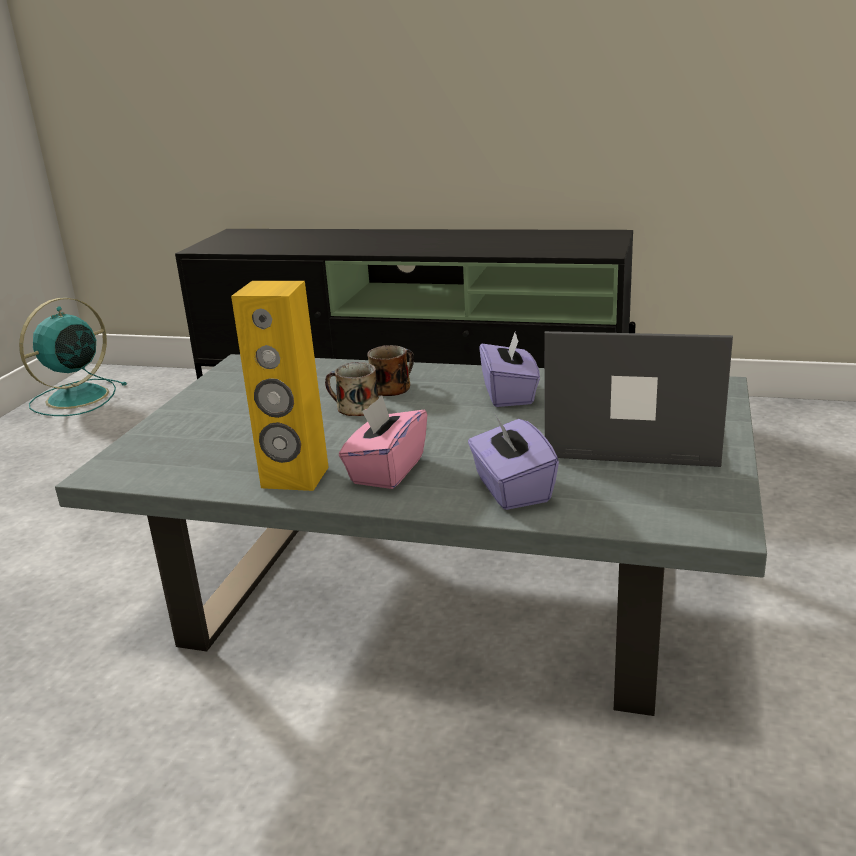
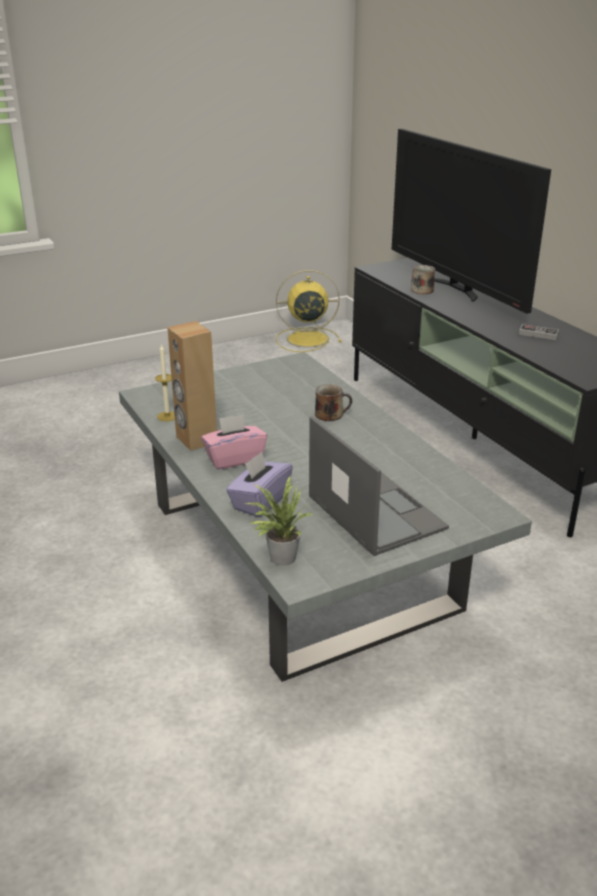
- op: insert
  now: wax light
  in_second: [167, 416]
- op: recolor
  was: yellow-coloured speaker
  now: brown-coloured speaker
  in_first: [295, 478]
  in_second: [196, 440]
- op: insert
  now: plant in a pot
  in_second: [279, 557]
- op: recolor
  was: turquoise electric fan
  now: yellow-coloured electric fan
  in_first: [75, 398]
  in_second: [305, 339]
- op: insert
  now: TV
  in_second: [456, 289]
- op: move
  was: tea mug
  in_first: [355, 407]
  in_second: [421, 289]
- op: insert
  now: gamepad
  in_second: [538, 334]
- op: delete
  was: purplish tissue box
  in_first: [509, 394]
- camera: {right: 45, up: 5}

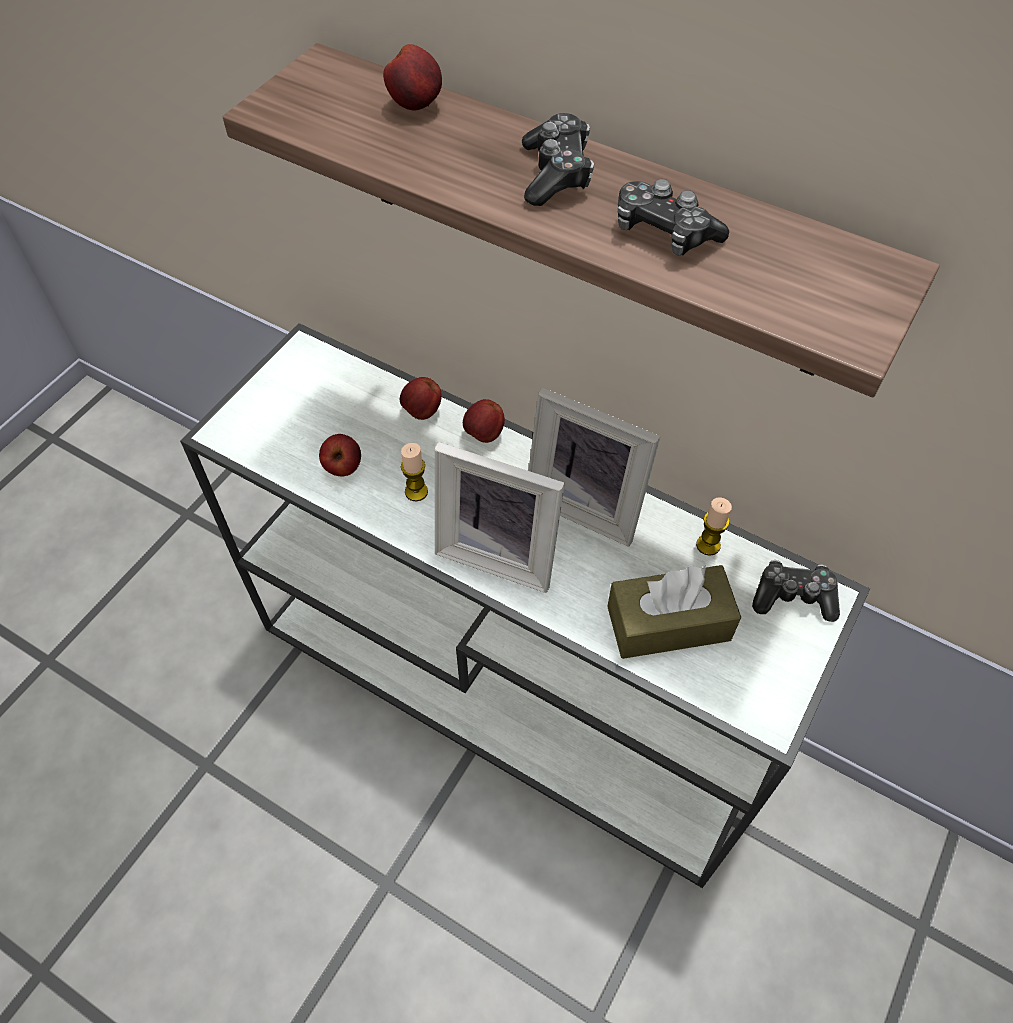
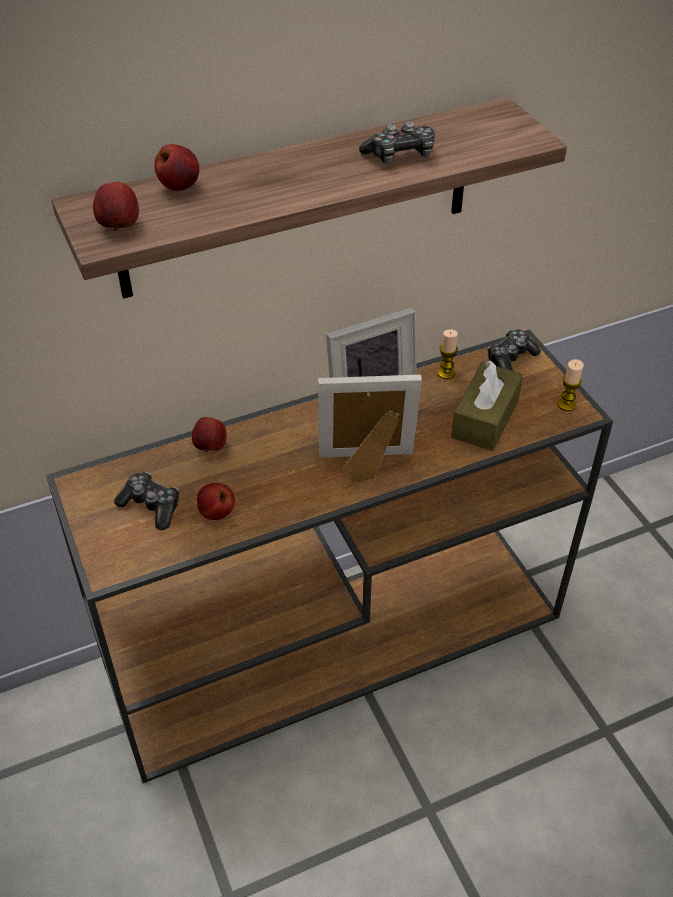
- op: recolor
  was: whitish narrow table
  now: brown-coloured narrow table
  in_first: [511, 689]
  in_second: [340, 639]
- op: move
  was: whole apple
  in_first: [484, 434]
  in_second: [119, 226]
- op: move
  was: gamepad
  in_first: [556, 173]
  in_second: [151, 506]
- op: rotate
  was: standing frame
  in_first: [500, 552]
  in_second: [367, 466]
  clockwise: -150
- op: move
  was: wax light
  in_first: [416, 492]
  in_second: [566, 405]
- camera: {right: -55, up: -10}

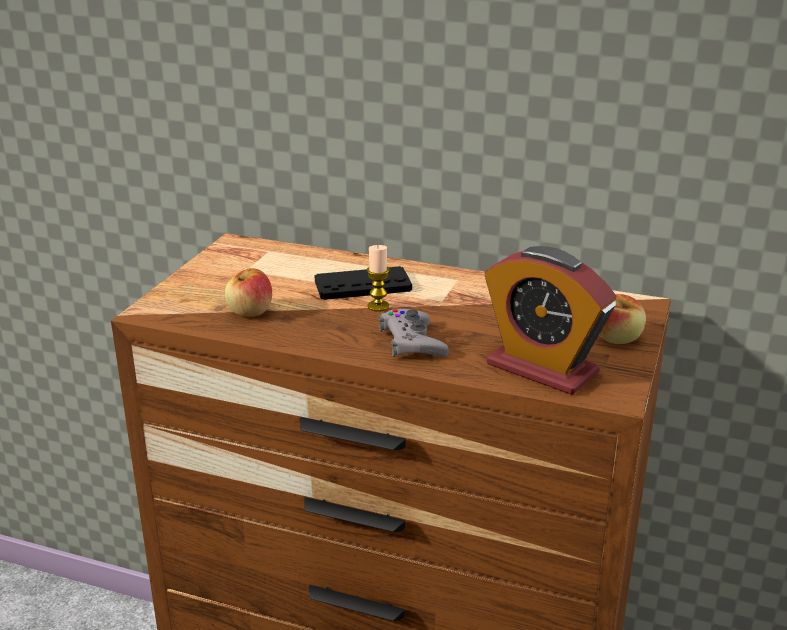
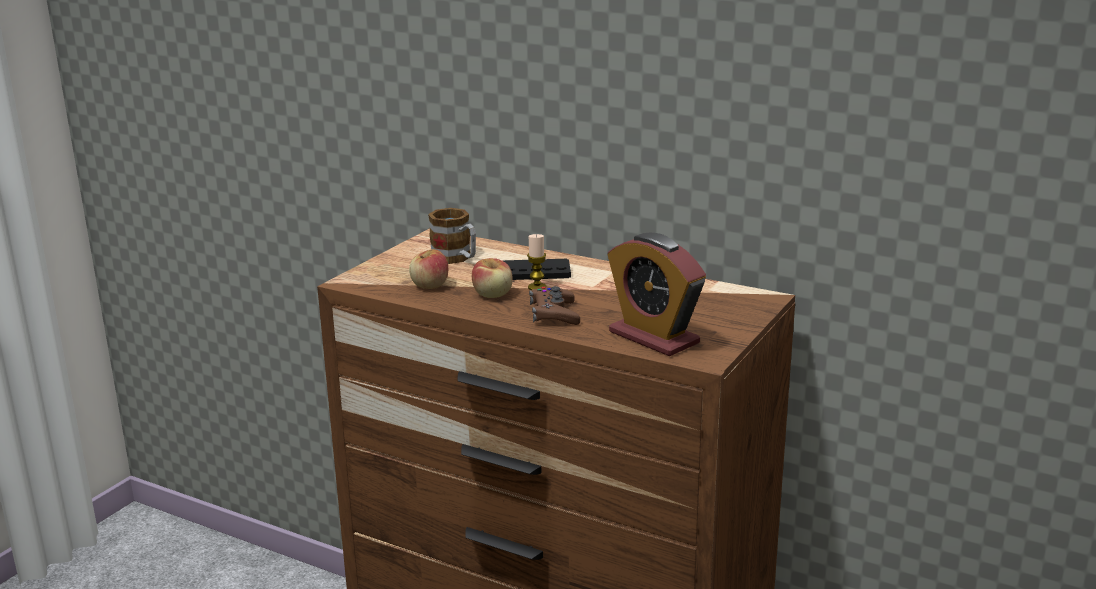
- op: insert
  now: tea mug
  in_second: [456, 259]
- op: move
  was: whole apple
  in_first: [617, 338]
  in_second: [493, 294]
- op: recolor
  was: grey gamepad
  now: brown-coloured gamepad
  in_first: [412, 342]
  in_second: [554, 314]
- camera: {right: 10, up: -5}

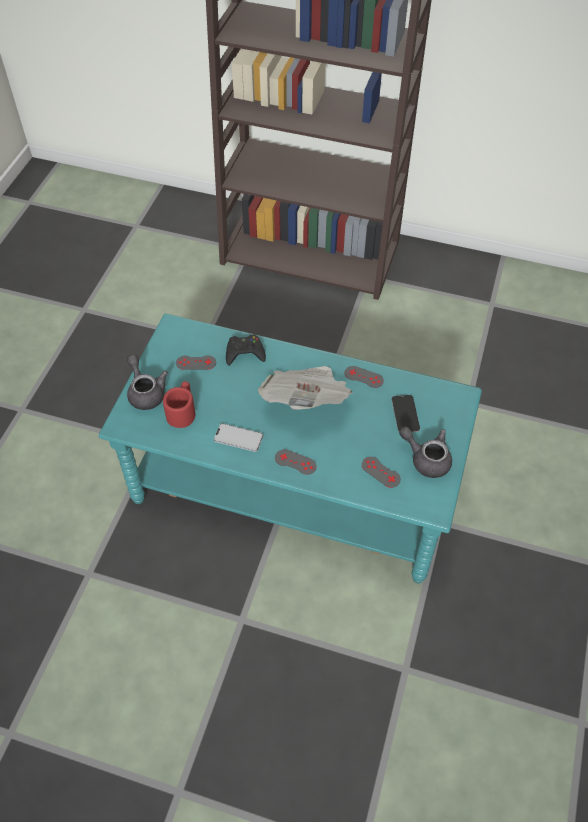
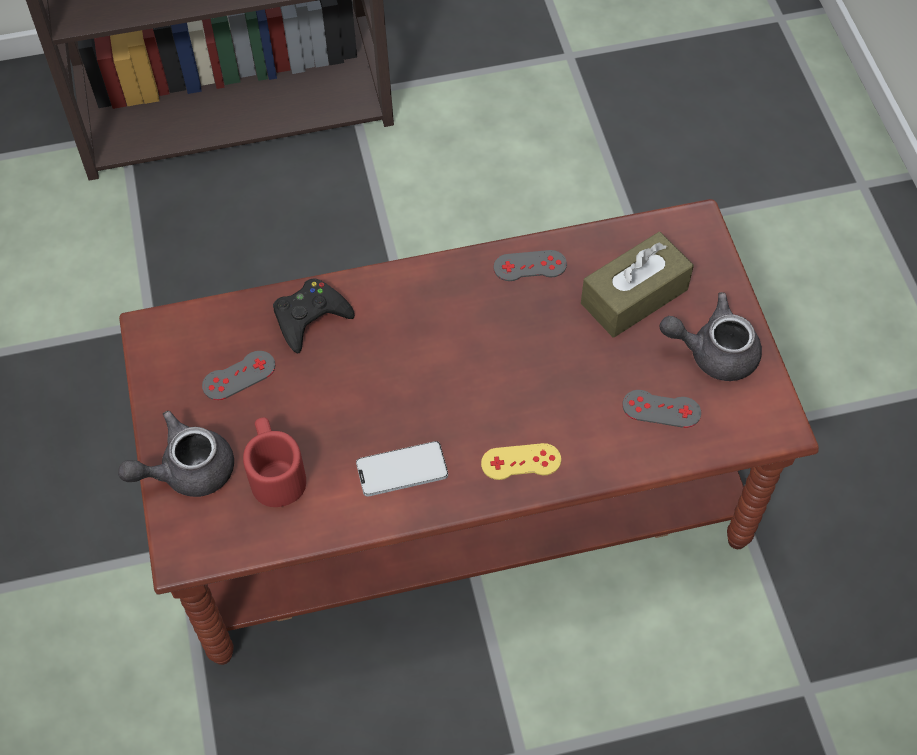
- op: rotate
  was: grey tea pot
  in_first: [145, 392]
  in_second: [186, 470]
  clockwise: -60
- op: recolor
  was: turquoise lounge table
  now: brown-coloured lounge table
  in_first: [292, 485]
  in_second: [457, 495]
- op: recolor
  was: grey gamepad
  now: yellow-coloured gamepad
  in_first: [295, 462]
  in_second: [521, 462]
- op: replace
  was: phone
  now: brown-coloured tissue box
  in_first: [405, 414]
  in_second: [634, 296]
- op: delete
  was: newspaper
  in_first: [306, 401]
- camera: {right: -30, up: 5}

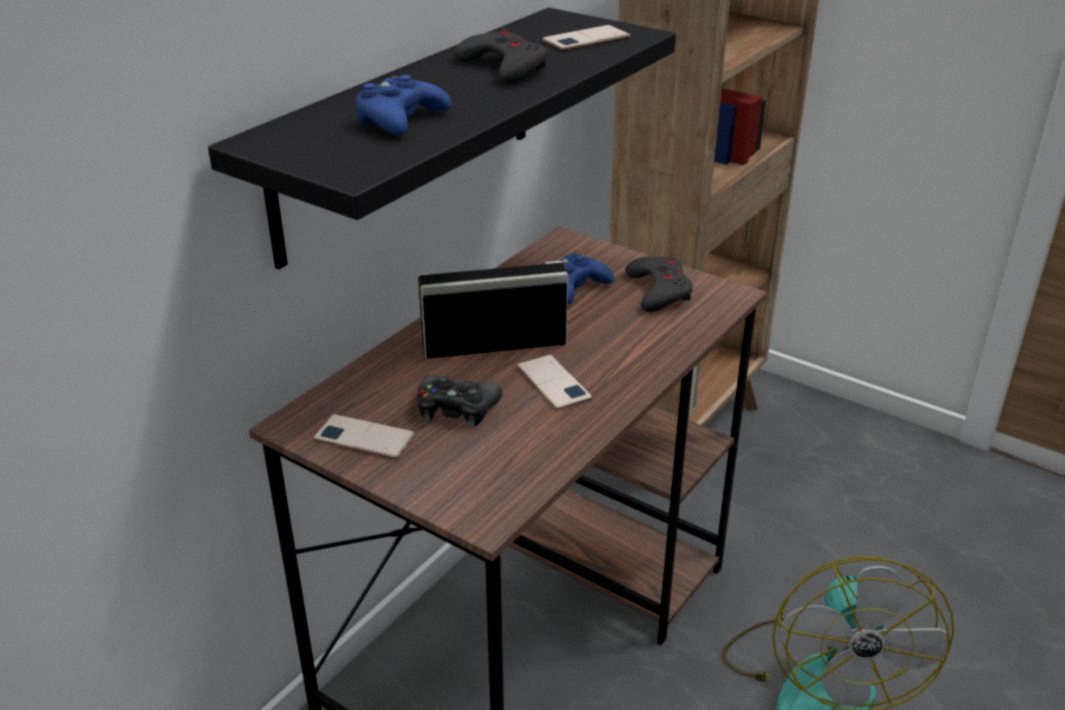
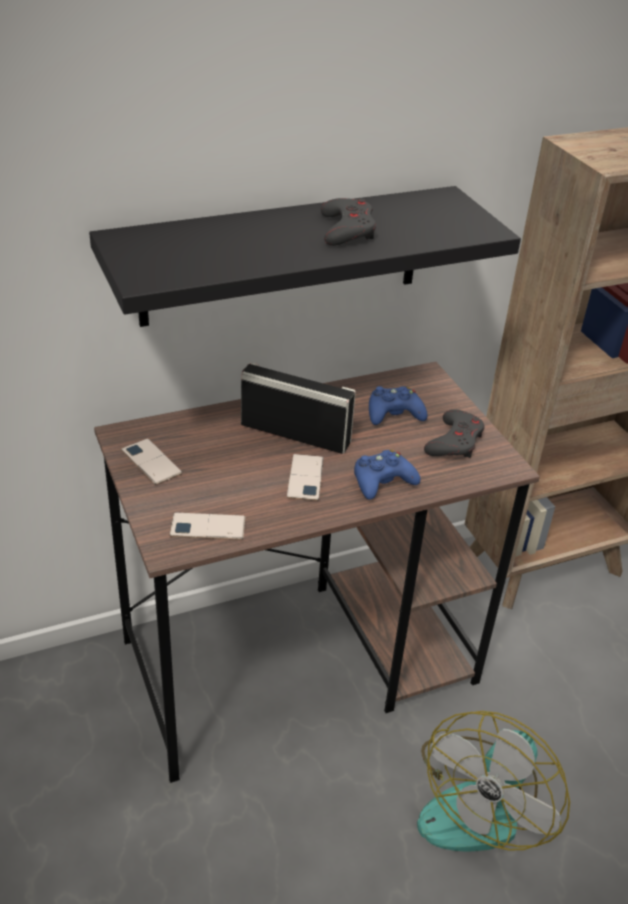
- op: move
  was: phone
  in_first: [586, 39]
  in_second: [208, 527]
- op: move
  was: blue gamepad
  in_first: [400, 120]
  in_second: [382, 481]
- op: delete
  was: black gamepad
  in_first: [456, 409]
- camera: {right: 30, up: 5}

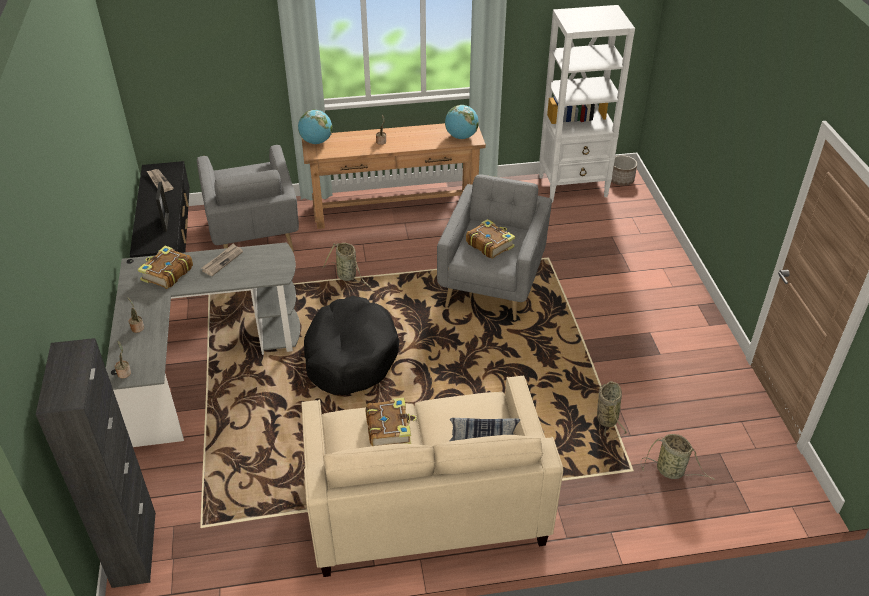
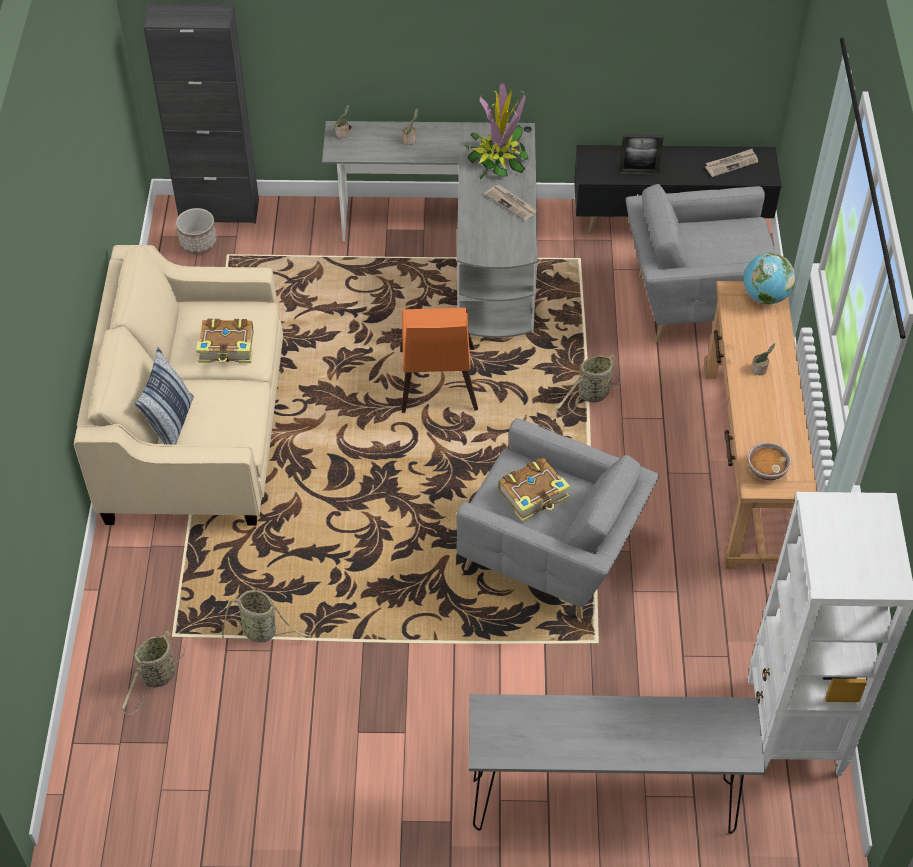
- op: move
  was: planter
  in_first: [621, 180]
  in_second: [198, 243]
- op: replace
  was: black pet bed
  now: orange-coloured plain chair
  in_first: [350, 356]
  in_second: [436, 385]
- op: replace
  was: volume
  now: plant in a pot
  in_first: [166, 273]
  in_second: [497, 158]
- op: insert
  now: grey narrow table
  in_second: [603, 806]
- op: replace
  was: world globe
  now: bowl
  in_first: [461, 137]
  in_second: [766, 470]
- camera: {right: 100, up: 10}

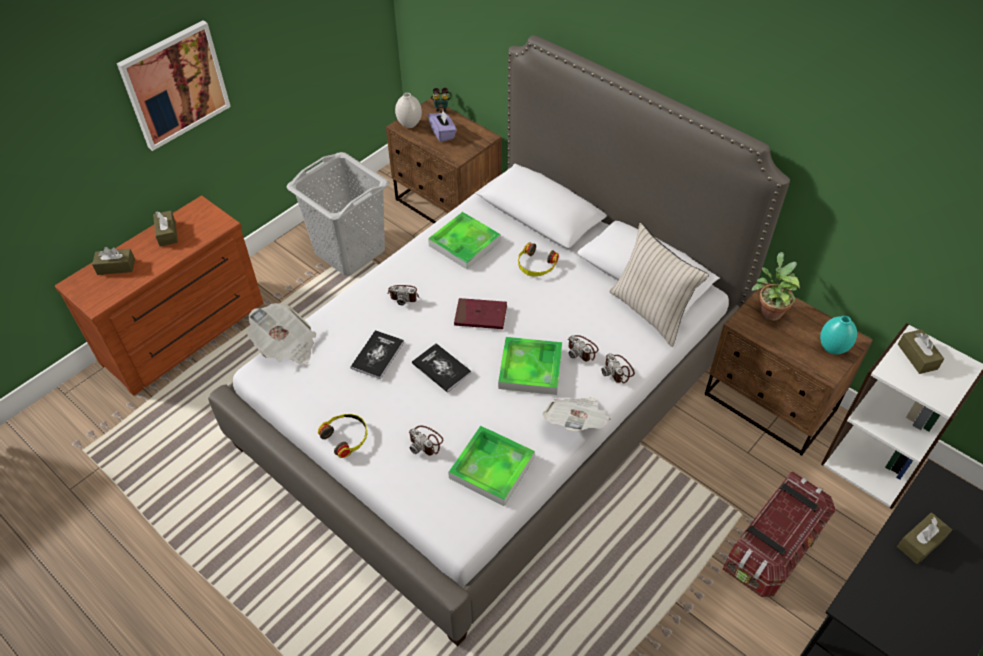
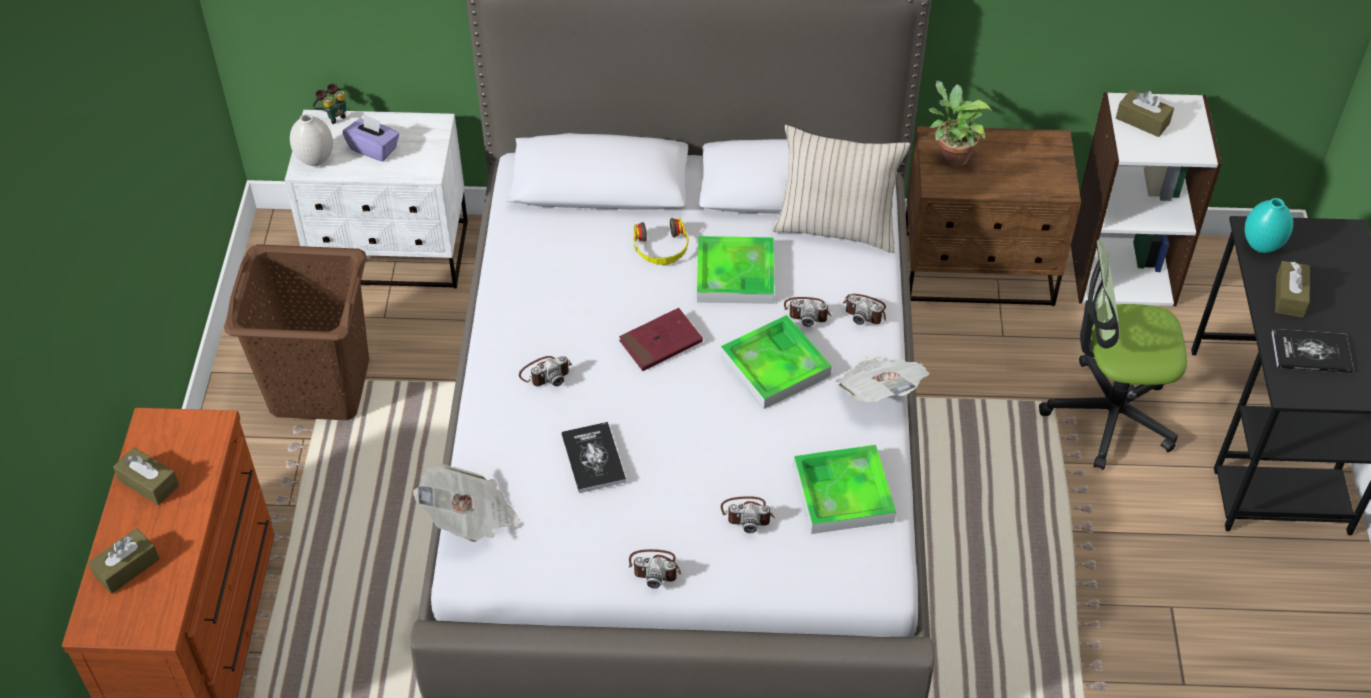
- op: recolor
  was: grey hamper
  now: brown-coloured hamper
  in_first: [350, 251]
  in_second: [319, 385]
- op: recolor
  was: brown-coloured bedside table
  now: whitish bedside table
  in_first: [447, 206]
  in_second: [391, 254]
- op: replace
  was: headphones
  now: photo camera
  in_first: [346, 437]
  in_second: [655, 568]
- op: move
  was: serving tray
  in_first: [464, 243]
  in_second: [735, 274]
- op: replace
  was: storage box
  now: desk chair
  in_first: [773, 547]
  in_second: [1109, 414]
- op: move
  was: turquoise decorative vase
  in_first: [832, 348]
  in_second: [1261, 246]
- op: move
  was: volume
  in_first: [441, 368]
  in_second: [1311, 352]
- op: delete
  was: wall art
  in_first: [175, 85]
- camera: {right: -40, up: 0}

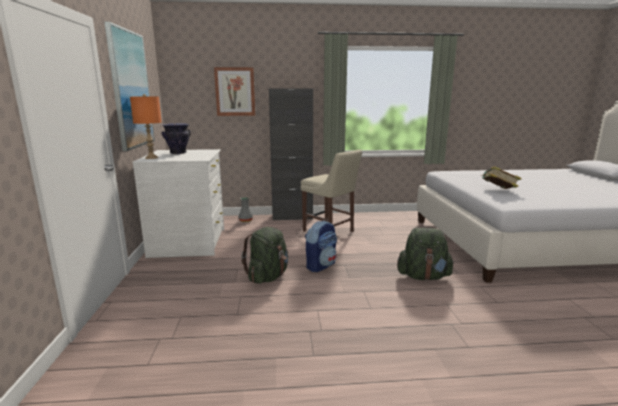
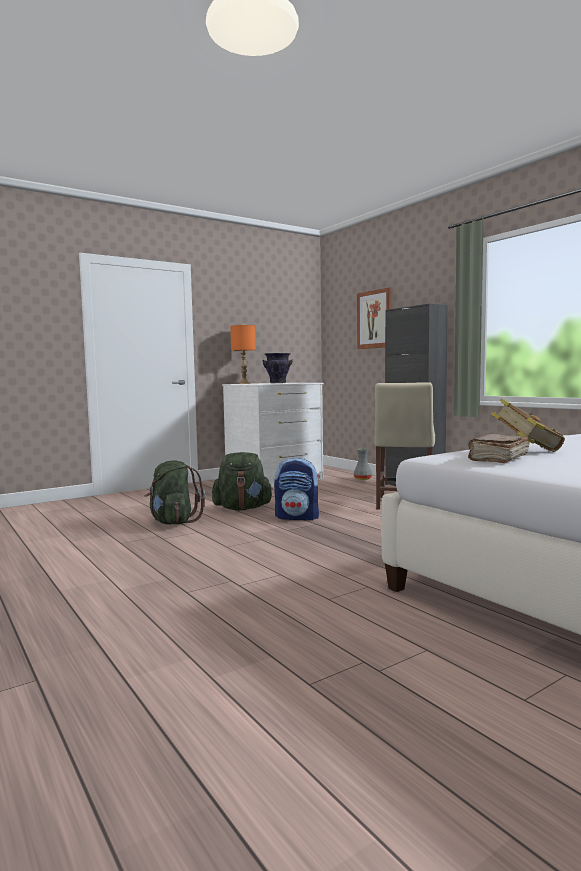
- op: move
  was: greenish knapsack
  in_first: [423, 276]
  in_second: [173, 522]
- op: insert
  now: brown-coloured volume
  in_second: [497, 459]
- op: delete
  was: wall art
  in_first: [131, 89]
- camera: {right: 60, up: -10}

